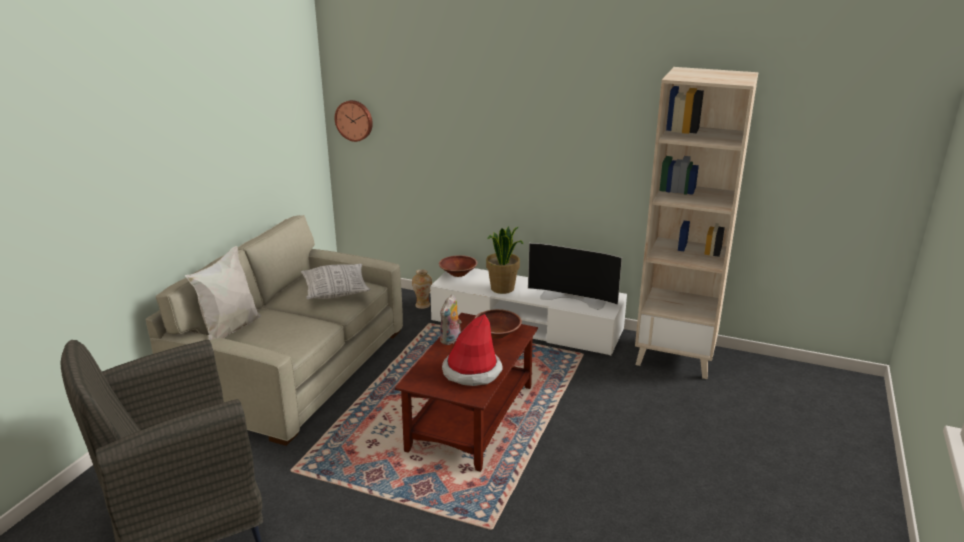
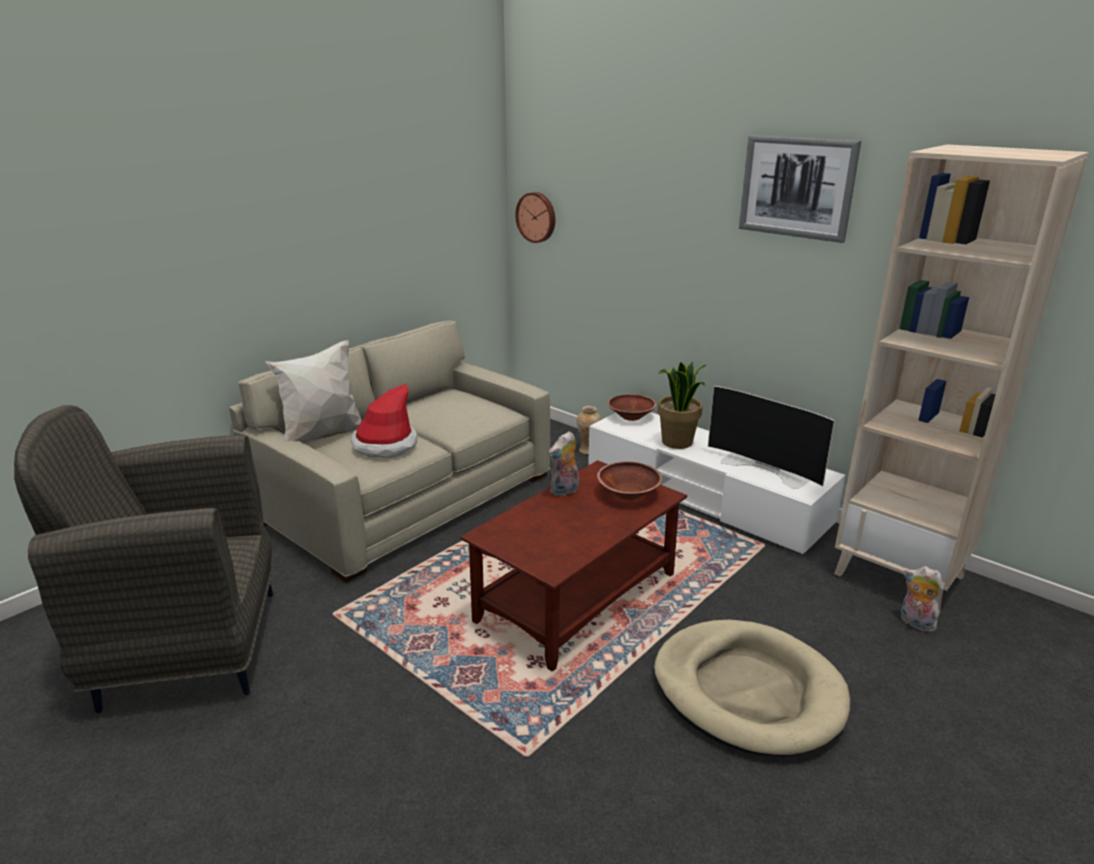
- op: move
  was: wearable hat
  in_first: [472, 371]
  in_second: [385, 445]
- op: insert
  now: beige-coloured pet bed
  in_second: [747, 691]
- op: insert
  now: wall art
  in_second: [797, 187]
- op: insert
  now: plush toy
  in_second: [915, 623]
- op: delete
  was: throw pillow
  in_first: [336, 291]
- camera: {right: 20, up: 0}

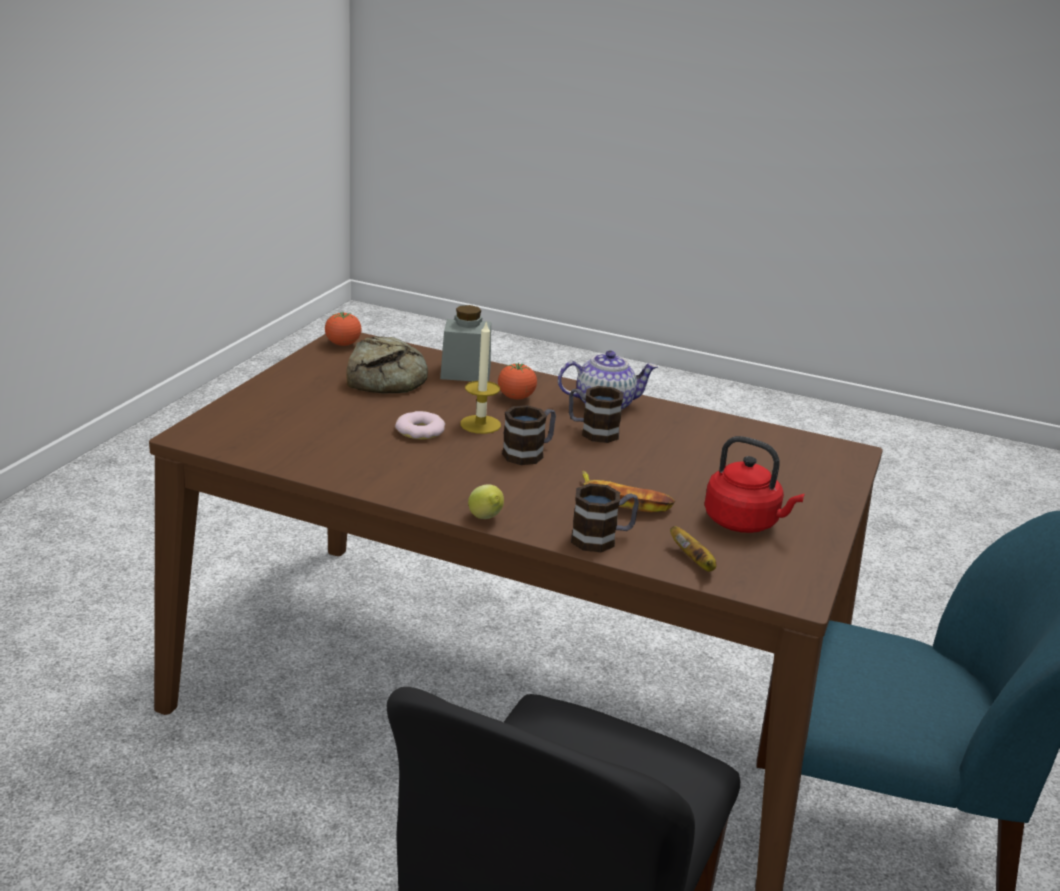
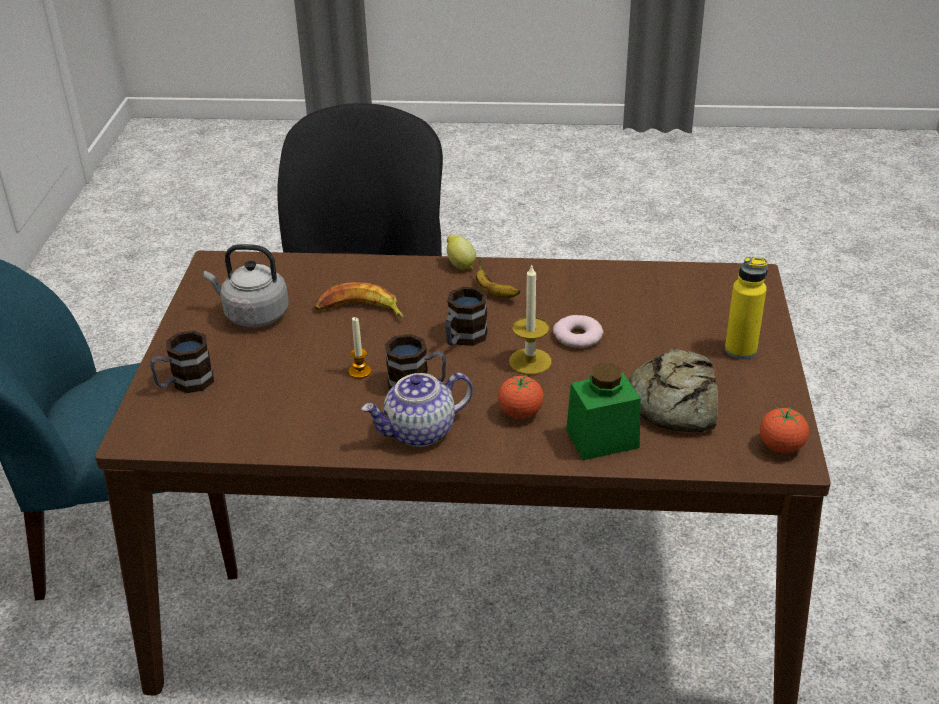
- op: move
  was: tea mug
  in_first: [602, 539]
  in_second: [185, 383]
- op: recolor
  was: red-coloured water kettle
  now: grey water kettle
  in_first: [744, 523]
  in_second: [253, 315]
- op: insert
  now: wax light
  in_second: [360, 372]
- op: move
  was: banana
  in_first: [694, 562]
  in_second: [494, 293]
- op: recolor
  was: grey preserve jar
  now: greenish preserve jar
  in_first: [465, 373]
  in_second: [602, 439]
- op: insert
  now: yellow-coloured bottle
  in_second: [740, 350]
- camera: {right: 165, up: 10}

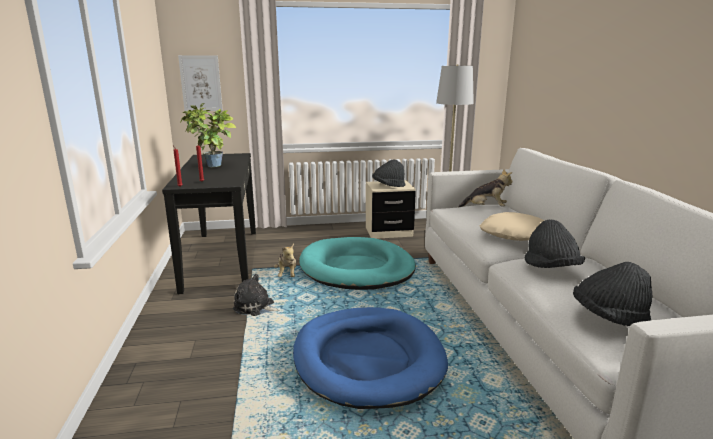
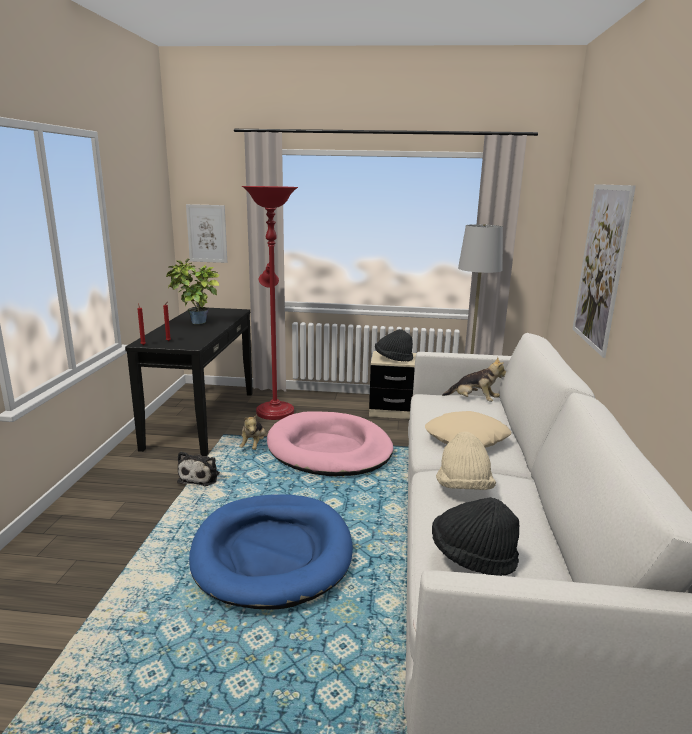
- op: rotate
  was: plush toy
  in_first: [255, 307]
  in_second: [200, 477]
  clockwise: -120
- op: insert
  now: red-coloured floor lamp
  in_second: [274, 410]
- op: recolor
  was: turquoise pet bed
  now: pinkish pet bed
  in_first: [357, 268]
  in_second: [329, 449]
- op: recolor
  was: black wearable hat
  now: beige-coloured wearable hat
  in_first: [551, 268]
  in_second: [463, 488]
- op: insert
  now: wall art
  in_second: [601, 267]
- camera: {right: 15, up: 0}

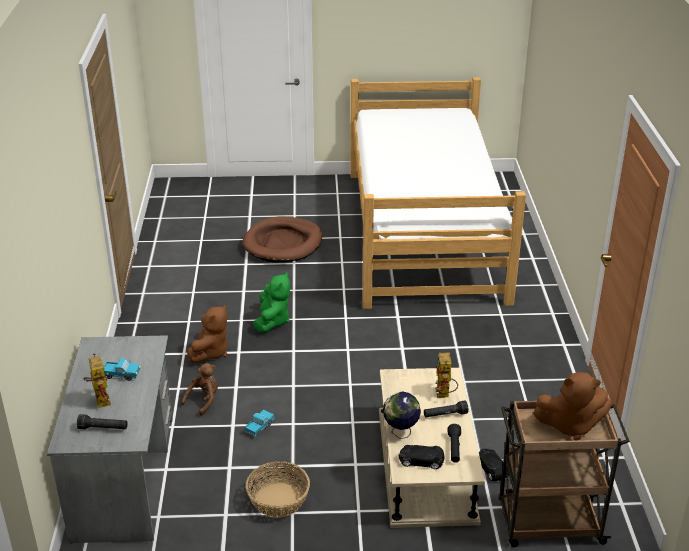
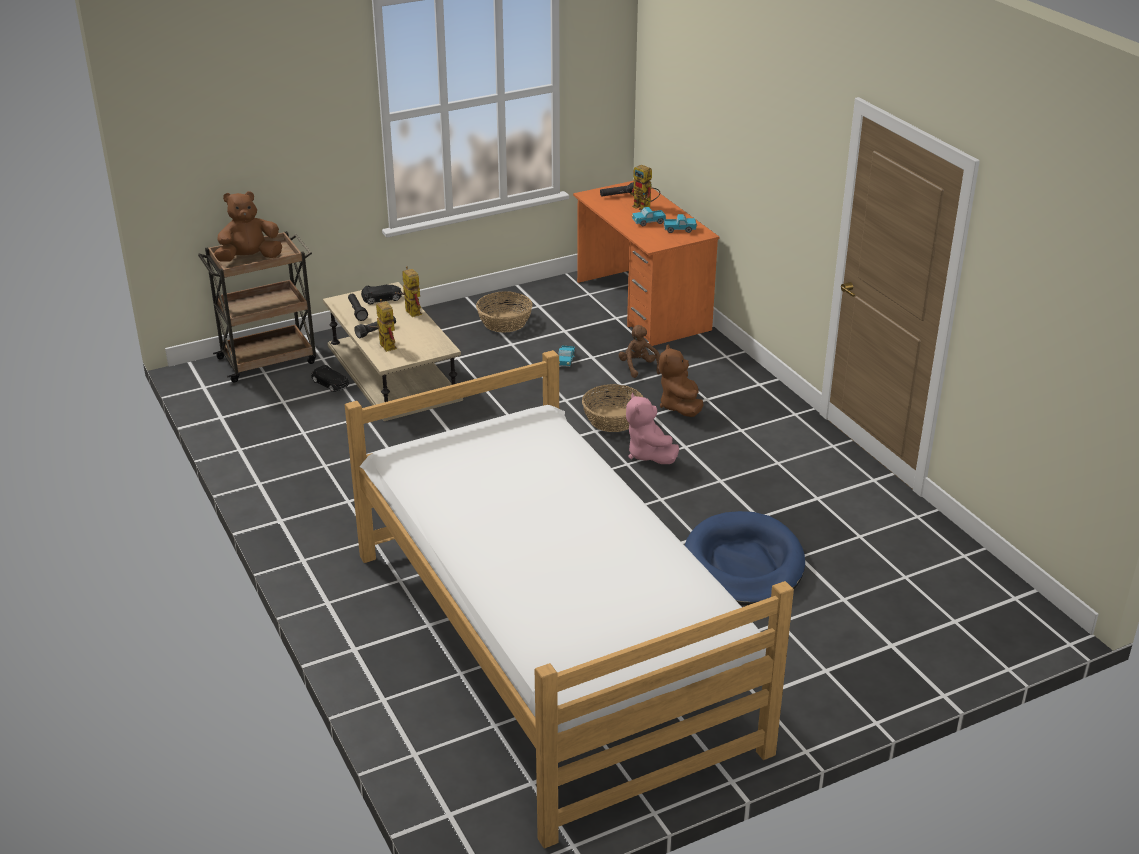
- op: replace
  was: world globe
  now: robot figure
  in_first: [400, 432]
  in_second: [410, 311]
- op: recolor
  was: grey desk table
  now: orange-coloured desk table
  in_first: [124, 477]
  in_second: [642, 306]
- op: insert
  now: household basket
  in_second: [612, 419]
- op: rotate
  was: brown-coloured plush toy
  in_first: [204, 400]
  in_second: [639, 367]
  clockwise: 150
- op: recolor
  was: greenish plush toy
  now: pinkish plush toy
  in_first: [272, 321]
  in_second: [649, 455]
- op: insert
  now: toy truck
  in_second: [680, 230]
- op: recolor
  was: brown-coloured pet bed
  now: blue pet bed
  in_first: [283, 243]
  in_second: [743, 564]
- camera: {right: 155, up: 0}

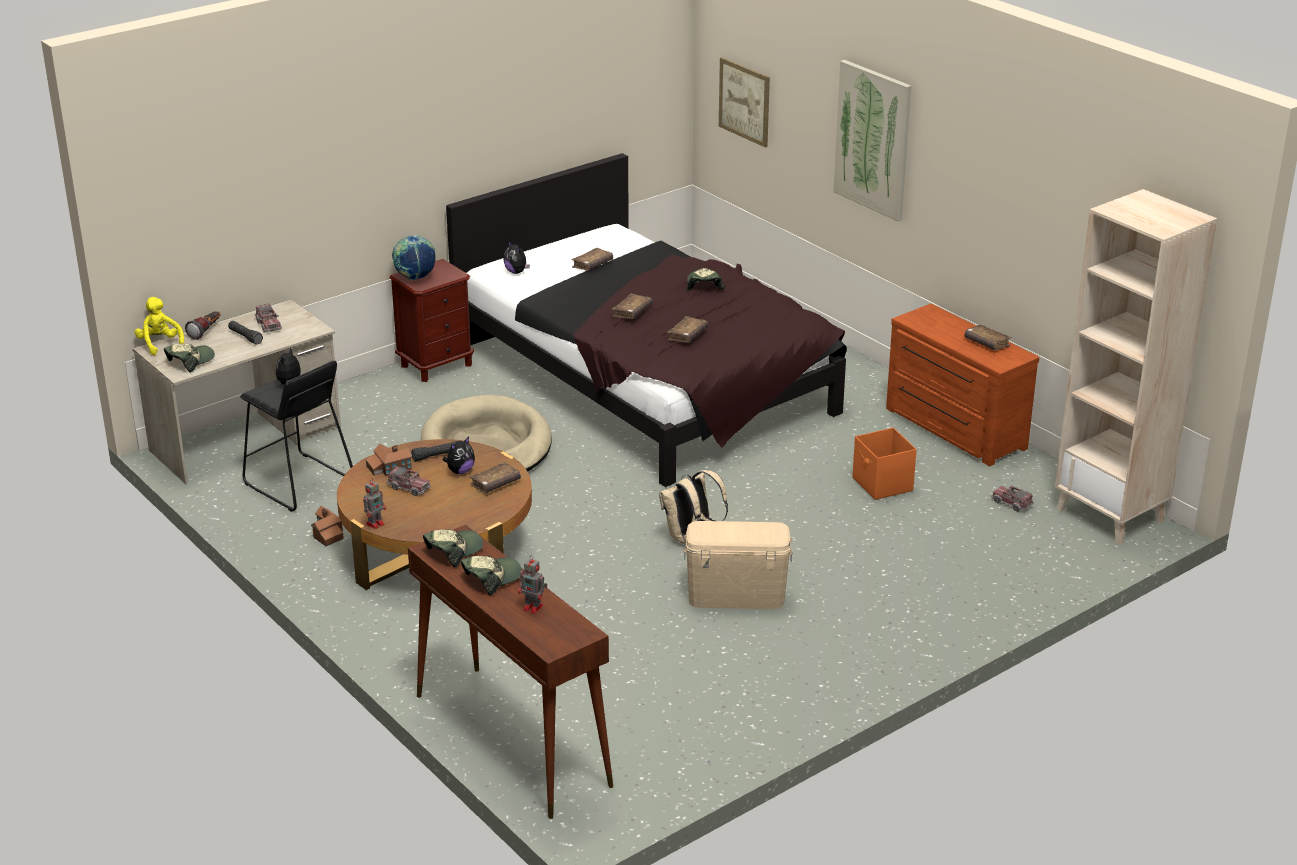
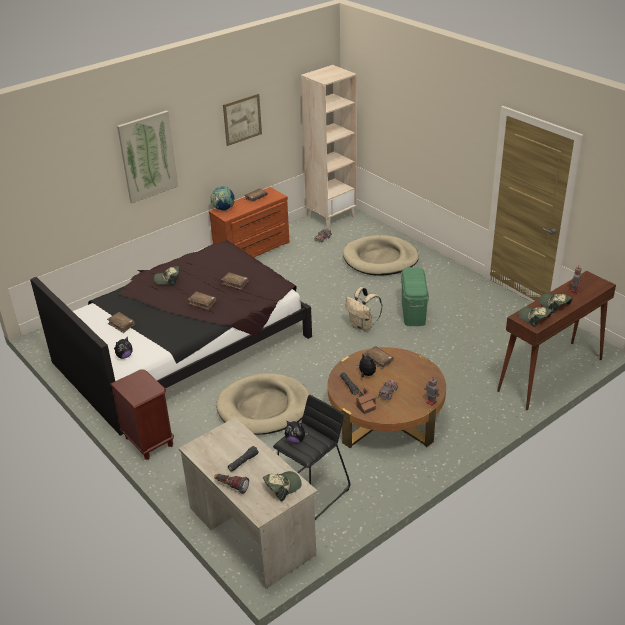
- op: move
  was: world globe
  in_first: [415, 278]
  in_second: [223, 209]
- op: move
  was: wall art
  in_first: [744, 101]
  in_second: [242, 119]
- op: rotate
  was: peaked cap
  in_first: [190, 361]
  in_second: [282, 486]
  clockwise: 105
- op: insert
  now: beige-coloured pet bed
  in_second: [380, 259]
- op: recolor
  was: beige-coloured storage box
  now: greenish storage box
  in_first: [736, 596]
  in_second: [413, 312]
- op: delete
  was: yellow-coloured plush toy
  in_first: [160, 344]
- op: delete
  was: toy truck
  in_first: [268, 325]
- op: delete
  was: miniature house
  in_first: [327, 533]
- op: delete
  was: orange-coloured storage box
  in_first: [882, 485]
- camera: {right: -90, up: 5}

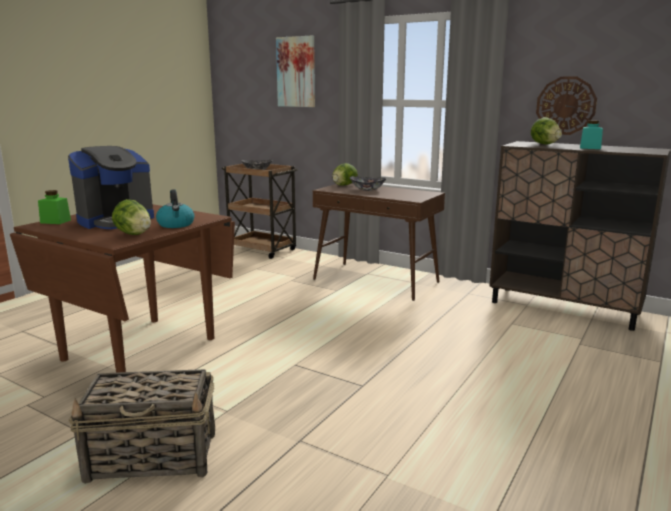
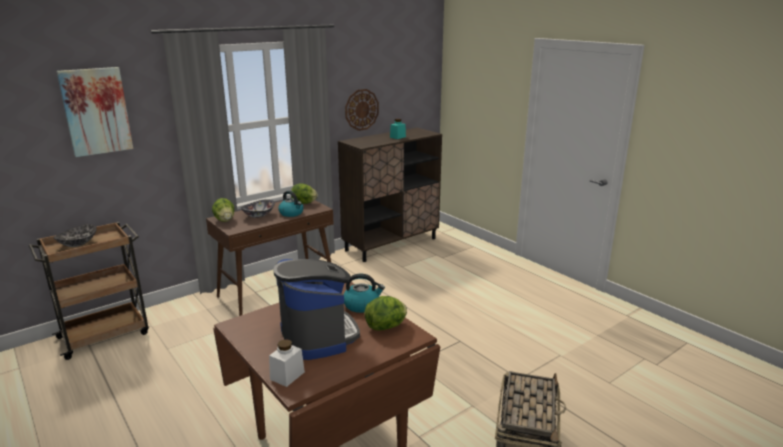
- op: recolor
  was: greenish preserve jar
  now: whitish preserve jar
  in_first: [55, 221]
  in_second: [287, 375]
- op: insert
  now: water kettle
  in_second: [291, 213]
- op: move
  was: lettuce head
  in_first: [544, 144]
  in_second: [304, 203]
- camera: {right: -70, up: 5}

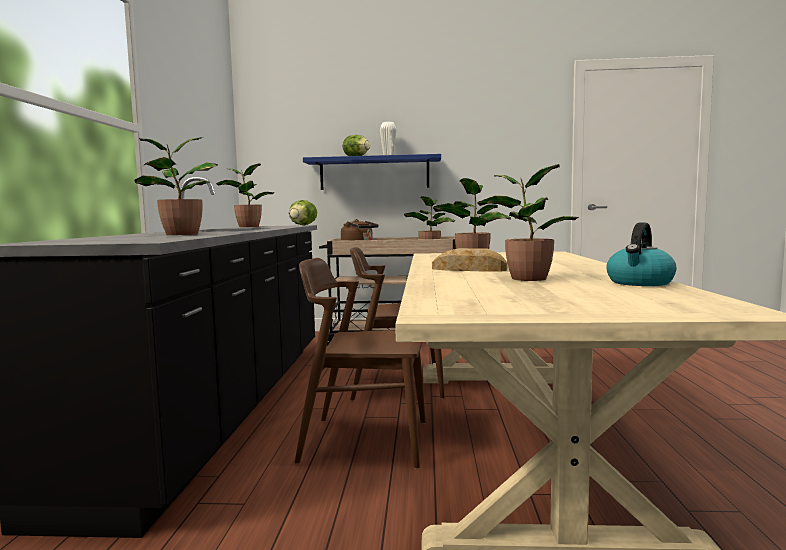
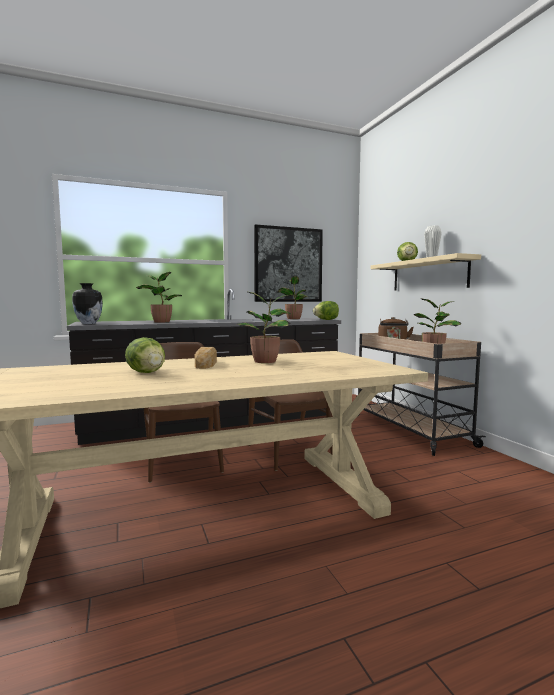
- op: insert
  now: decorative vase
  in_second: [88, 323]
- op: replace
  was: plant in a pot
  now: lettuce head
  in_first: [526, 278]
  in_second: [147, 373]
- op: insert
  now: wall art
  in_second: [288, 265]
- op: recolor
  was: blue bracket shelf
  now: beige-coloured bracket shelf
  in_first: [374, 173]
  in_second: [428, 275]
- op: delete
  was: water kettle
  in_first: [640, 283]
- camera: {right: 65, up: 0}

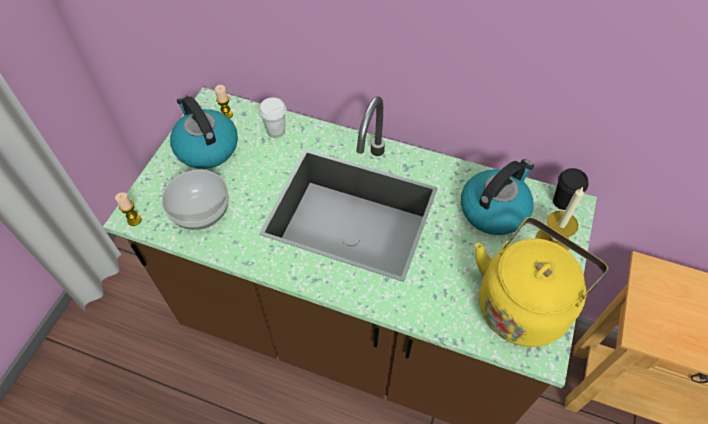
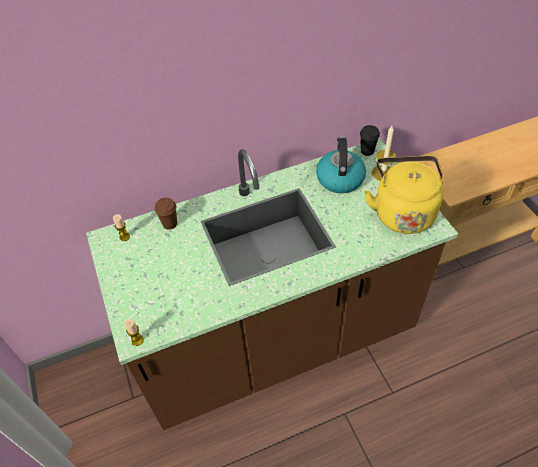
- op: recolor
  was: whitish cup
  now: brown-coloured cup
  in_first: [276, 131]
  in_second: [170, 224]
- op: delete
  was: bowl
  in_first: [200, 211]
- op: delete
  was: water kettle
  in_first: [206, 147]
- camera: {right: -40, up: -5}

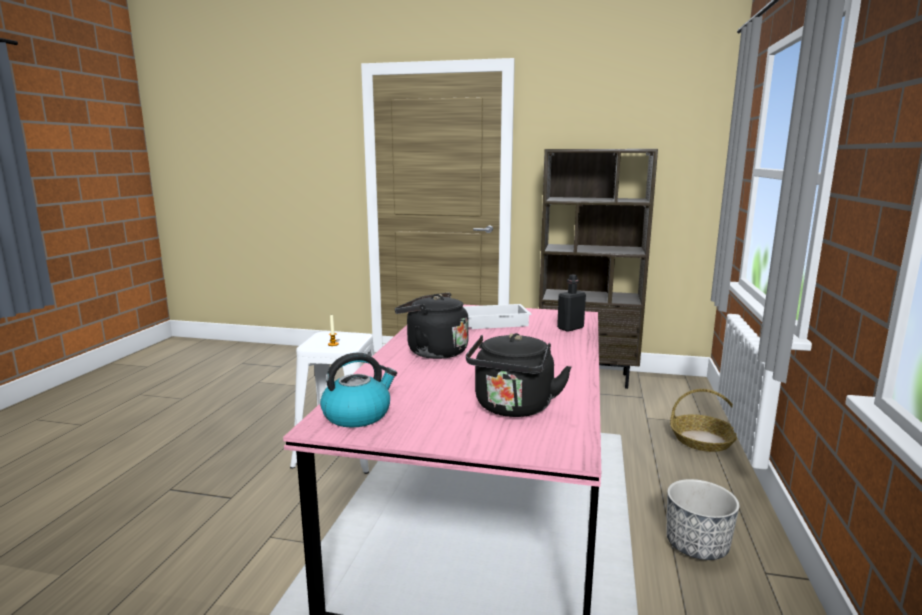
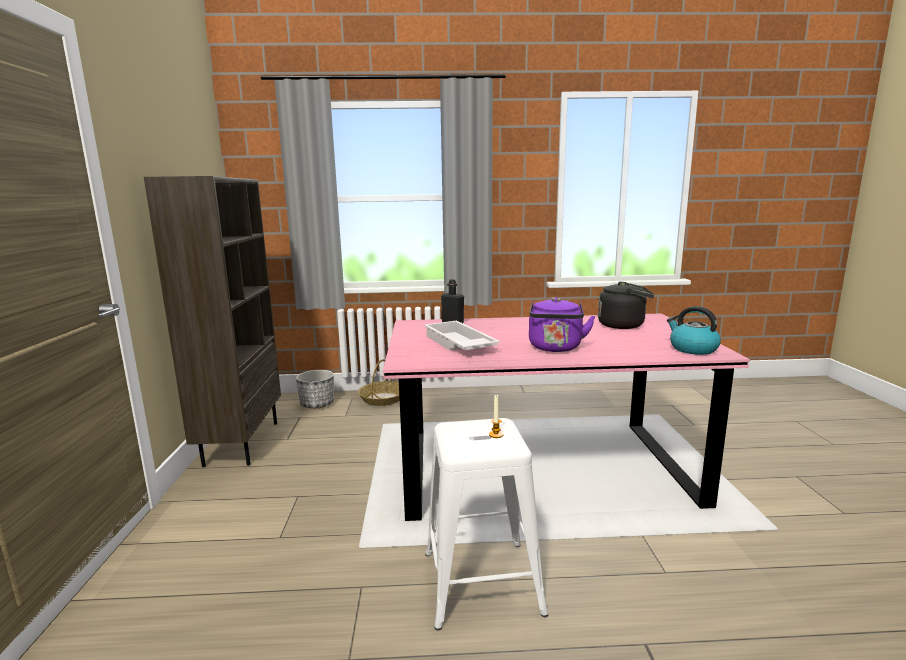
- op: move
  was: planter
  in_first: [697, 545]
  in_second: [317, 404]
- op: recolor
  was: black water kettle
  now: purplish water kettle
  in_first: [433, 352]
  in_second: [555, 348]
- camera: {right: -105, up: 0}

